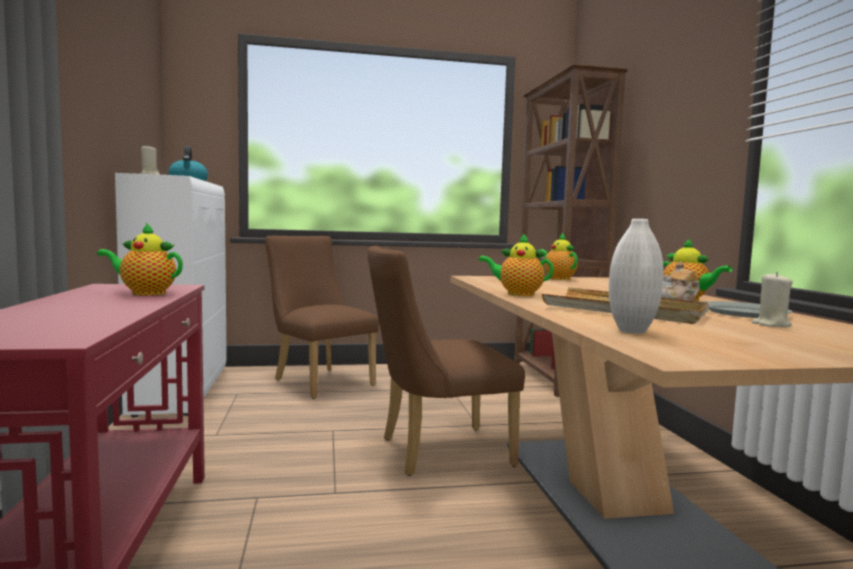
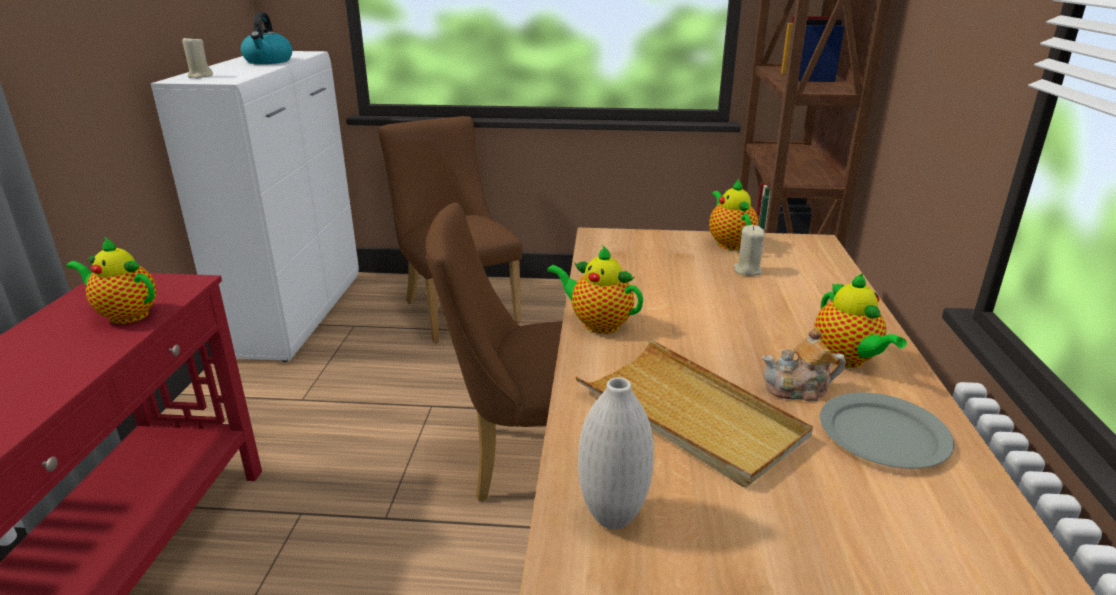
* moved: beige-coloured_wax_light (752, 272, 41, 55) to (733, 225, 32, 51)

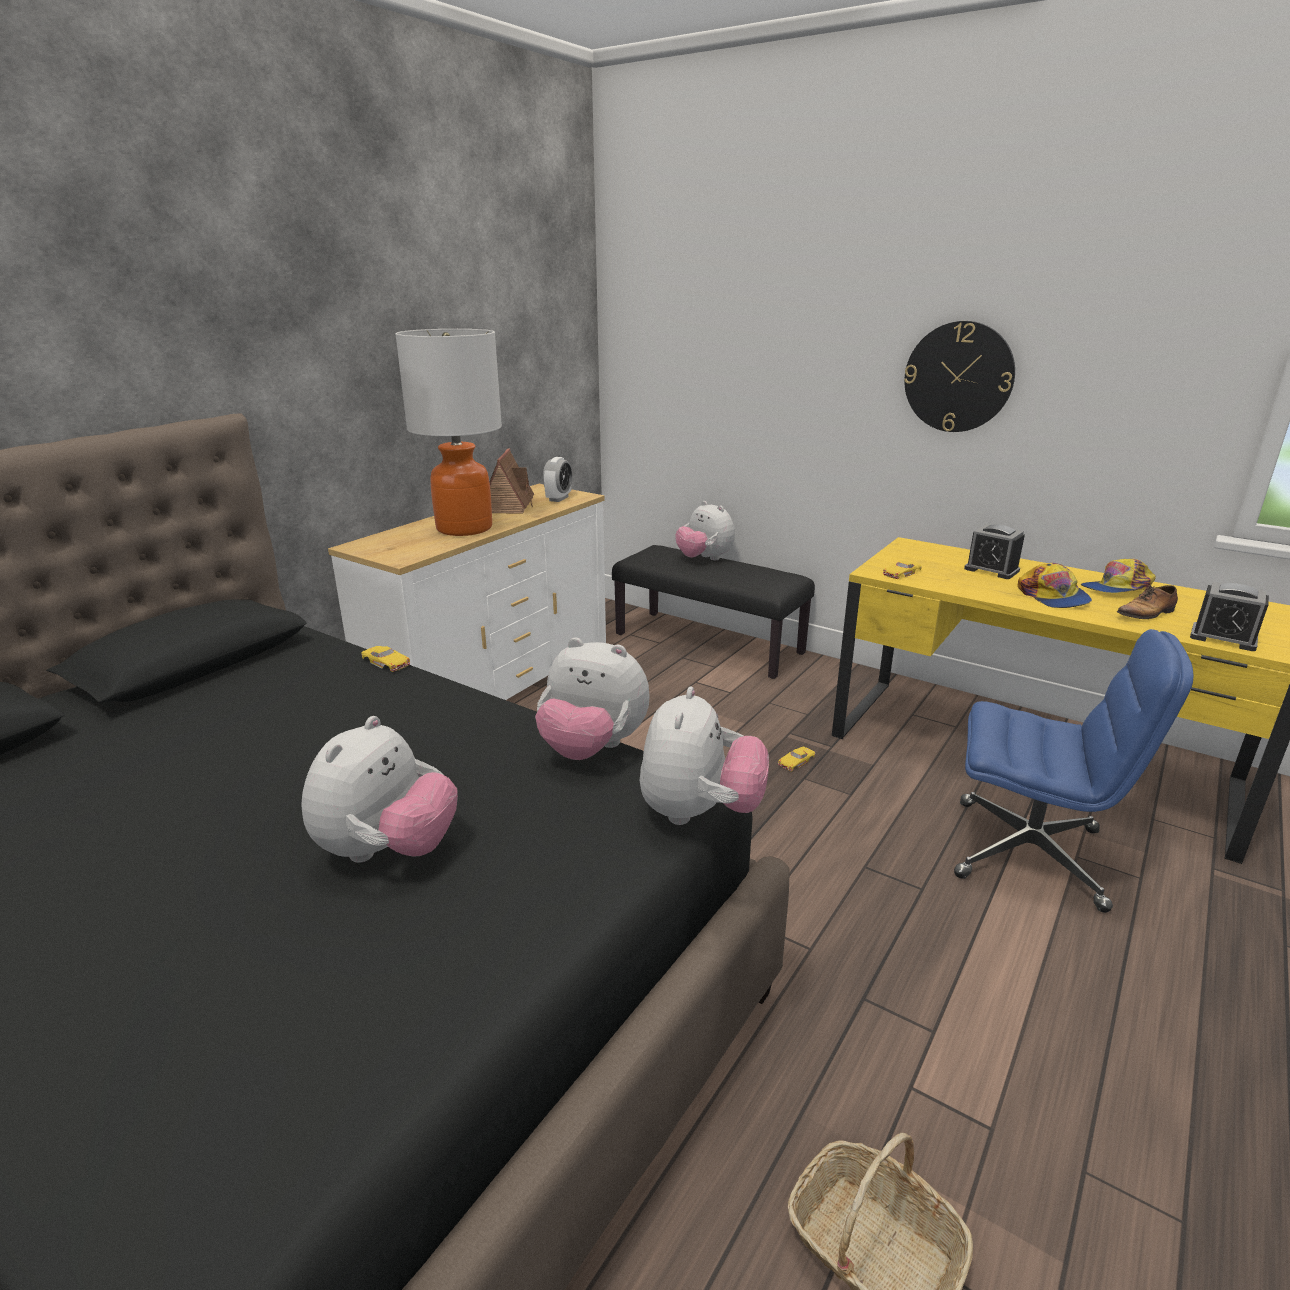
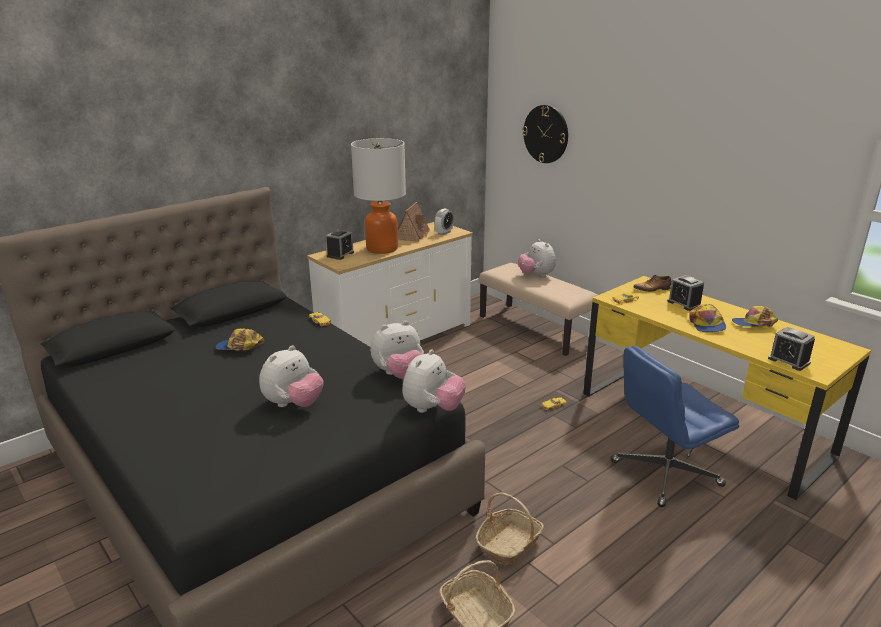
* added: cap (216, 329, 49, 22)
* added: bedside_clock (326, 230, 28, 30)
* added: storage_basket (476, 492, 68, 75)
* moved: hanging_clock (904, 321, 111, 111) to (522, 105, 46, 58)
* moved: item_of_footwear (1117, 585, 61, 34) to (633, 275, 38, 17)
* recoloured: black_indoor_bench (612, 545, 203, 134) to beige-coloured_indoor_bench (479, 263, 119, 93)
* turned: plush_toy (535, 637, 115, 123) = (370, 321, 54, 58) 60 degrees counterclockwise
* turned: blue_office_chair (954, 629, 239, 284) = (611, 346, 128, 161) 120 degrees clockwise

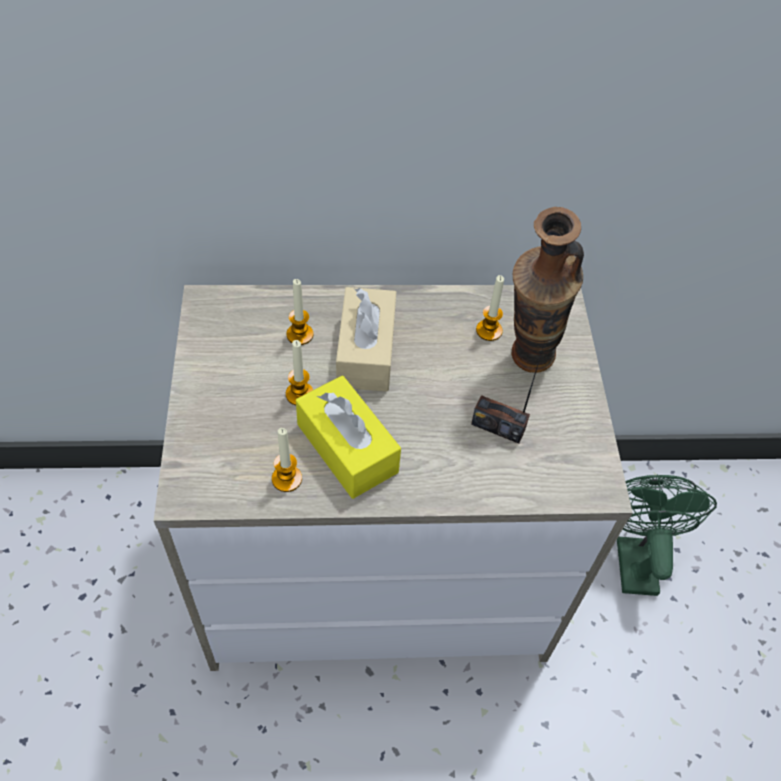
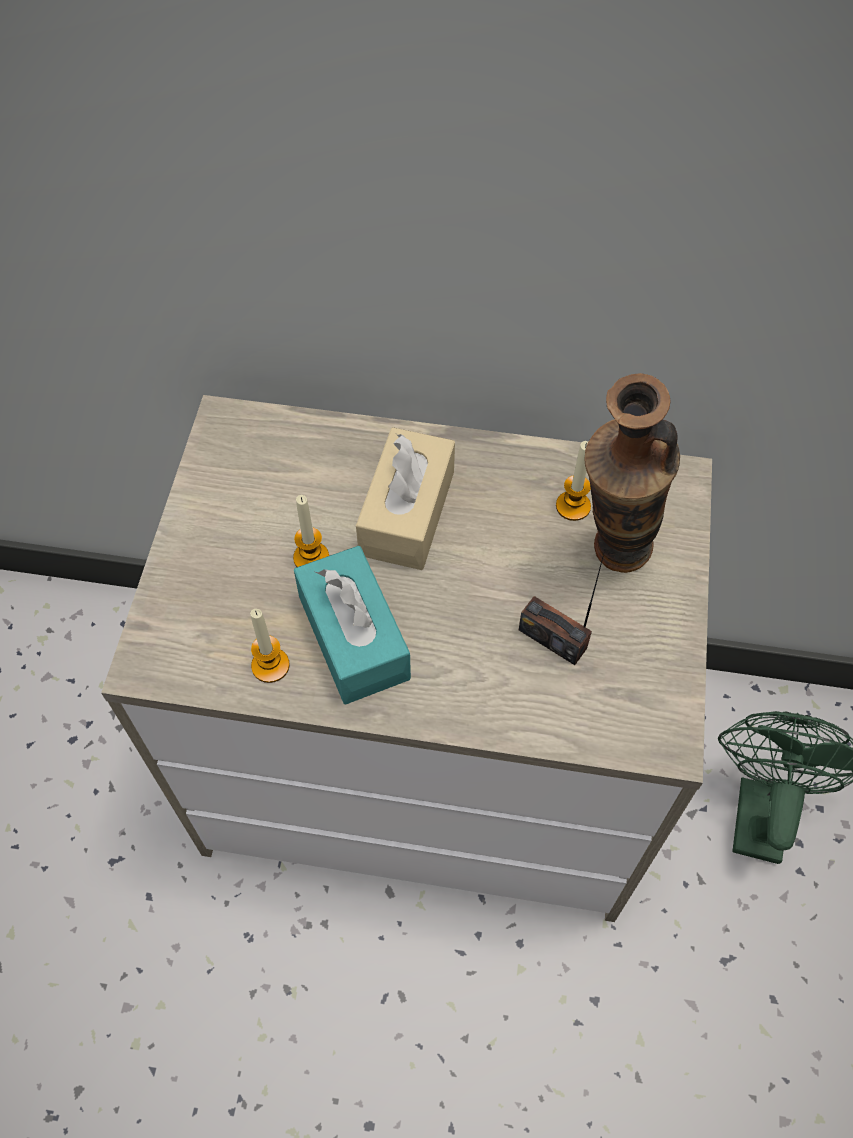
* removed: wax_light (286, 279, 28, 66)
* recoloured: yellowish_tissue_holder (296, 376, 105, 123) to blue-green_tissue_holder (294, 546, 117, 159)

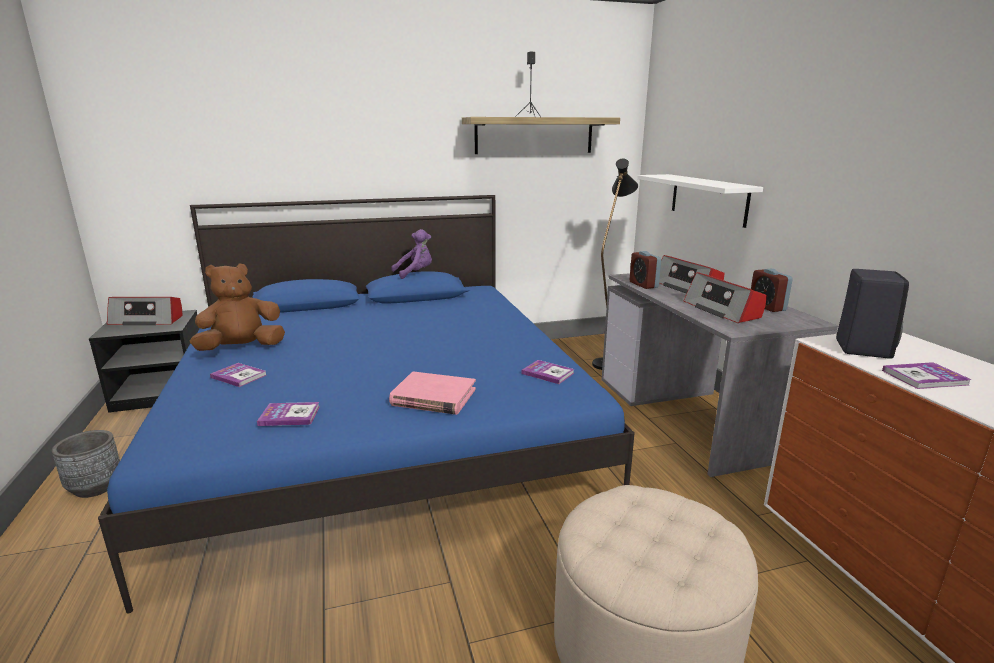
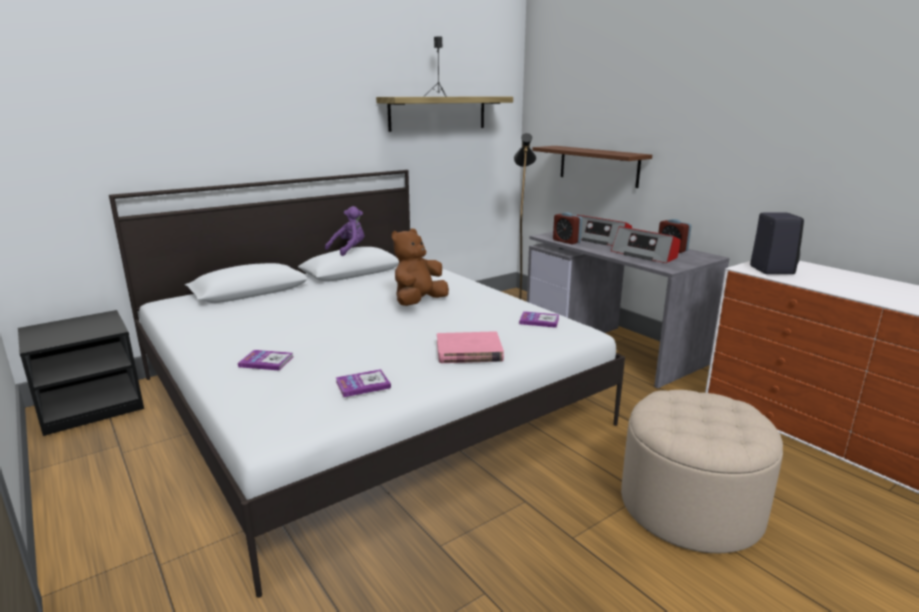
* removed: greyish_plant_pot (52, 430, 68, 68)
* removed: radio_receiver (107, 297, 76, 28)
* removed: volume (882, 362, 90, 27)
* moved: brown_plush_toy (190, 264, 95, 87) to (392, 229, 57, 77)
* recoloured: blue_sleeping_bed (98, 195, 537, 419) to whitish_sleeping_bed (109, 170, 516, 428)
* recoloured: whitish_wall_shelf (637, 174, 126, 54) to brown_wall_shelf (532, 146, 120, 42)

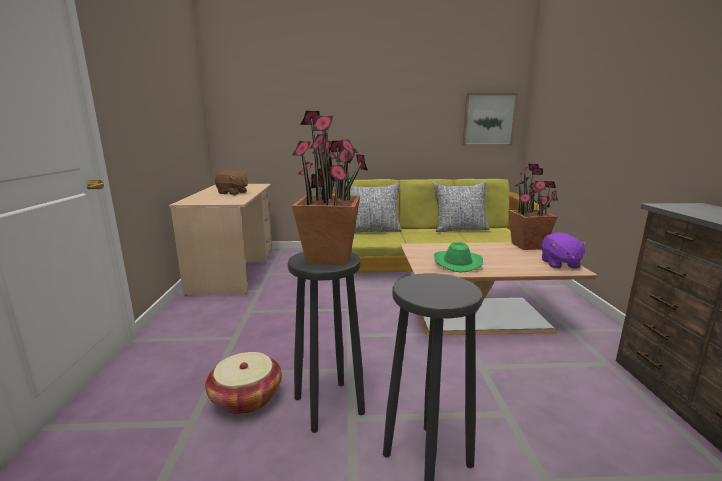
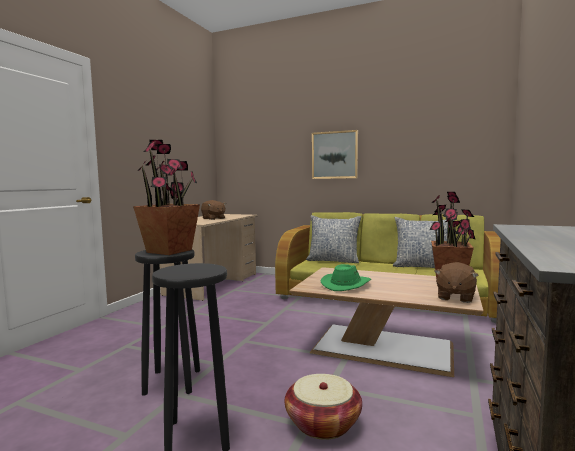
* moved: storage_basket (205, 352, 77, 62) to (285, 374, 77, 66)
* moved: picture (463, 93, 55, 52) to (312, 130, 46, 49)
* recoloured: purple-coloured_plush_toy (541, 232, 47, 37) to brown_plush_toy (434, 262, 45, 41)

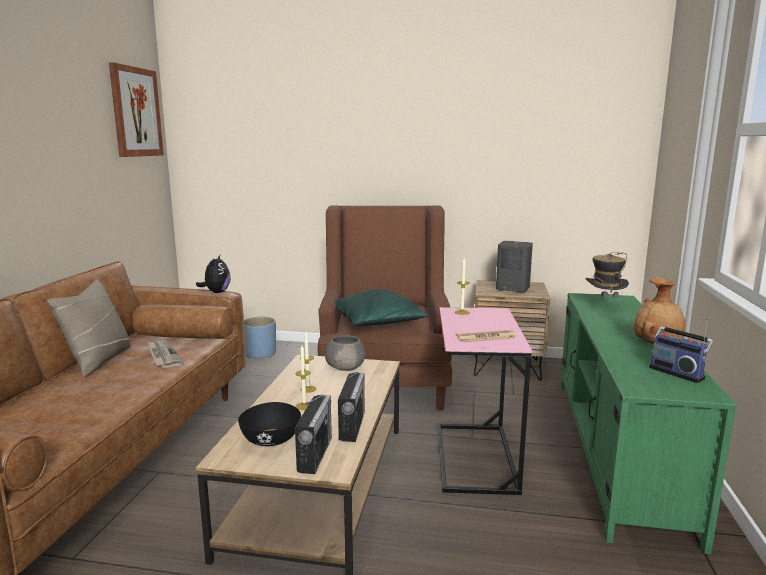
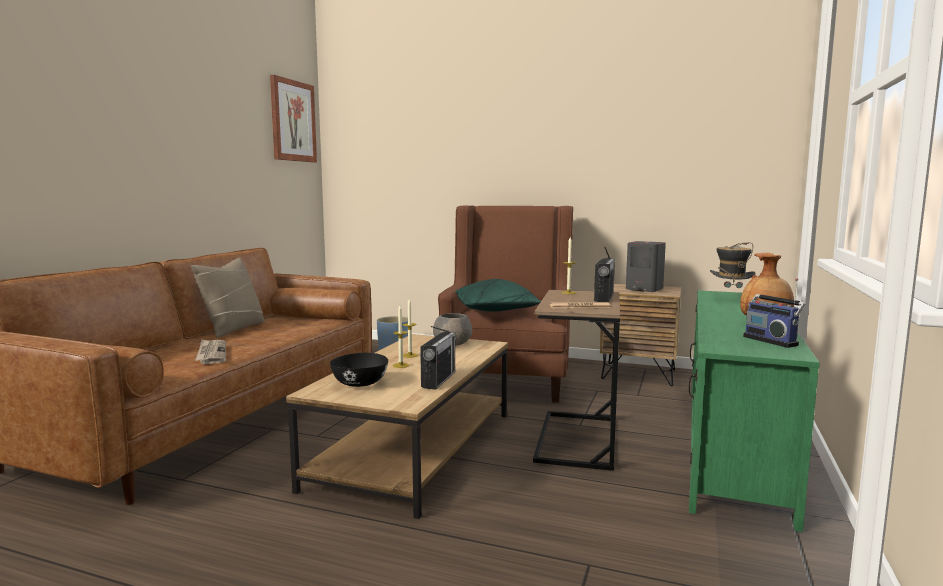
* removed: plush_toy (196, 255, 35, 38)
* moved: daily_paper (147, 341, 37, 27) to (195, 339, 31, 25)
* moved: radio_receiver (295, 394, 37, 80) to (594, 247, 21, 55)
* recoloured: pink-coloured_side_table (438, 307, 94, 188) to brown_side_table (533, 290, 87, 181)

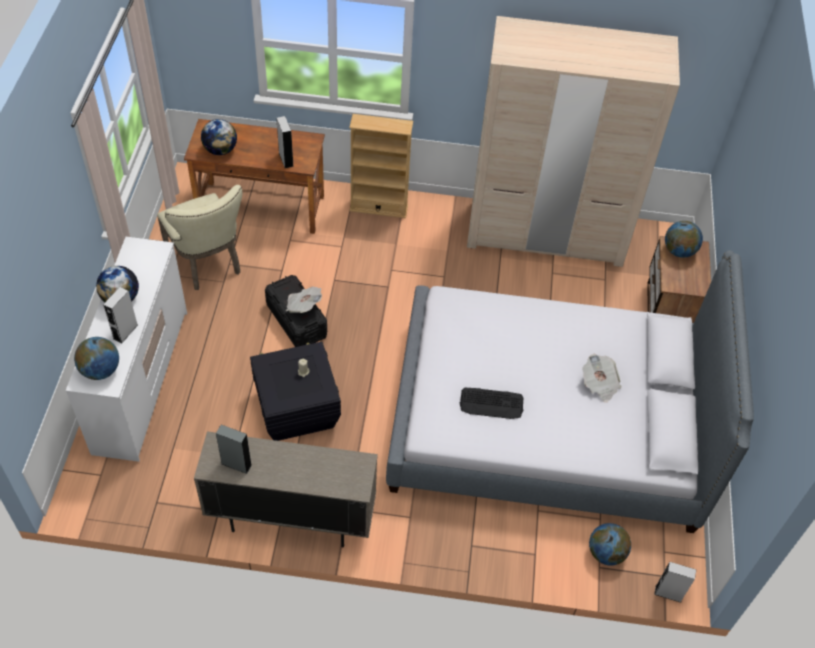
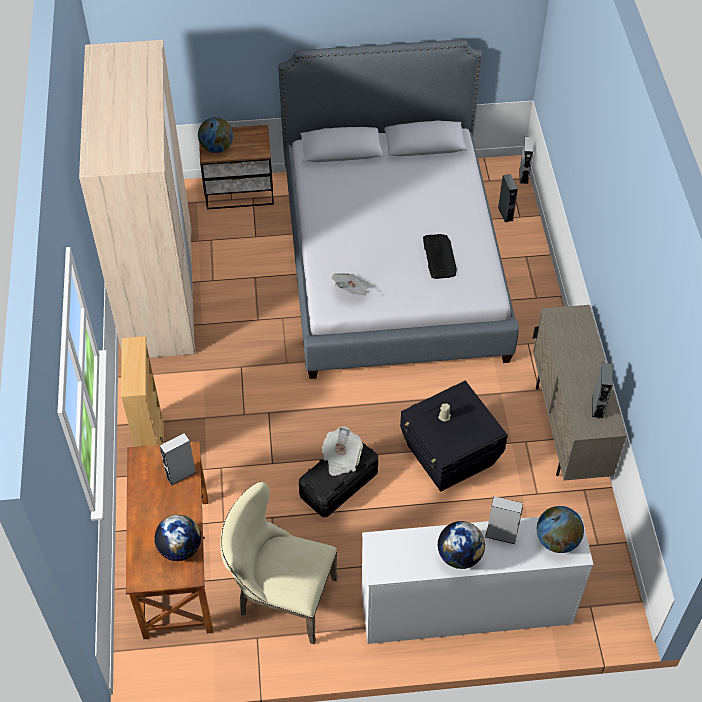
* moved: daily_paper (582, 354, 39, 48) to (332, 273, 41, 22)
* replaced: globe (589, 523, 42, 43) to greyish_audio_speaker (498, 174, 20, 49)
* turned: beige-coloured_plain_chair (157, 185, 85, 105) = (220, 481, 118, 163) 120 degrees counterclockwise

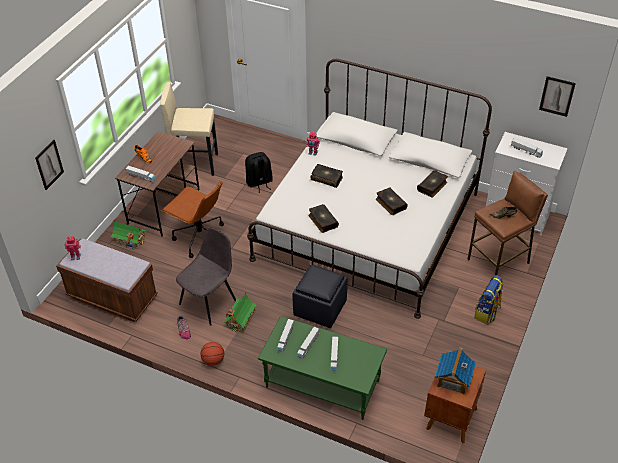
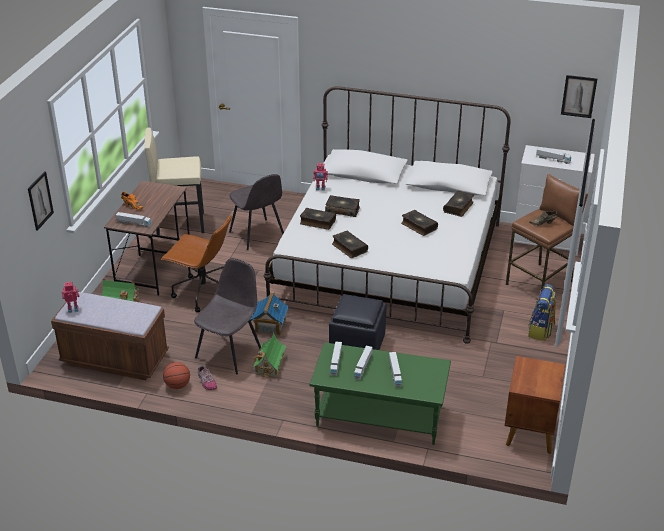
* added: volume (300, 208, 36, 22)
* moved: basketball (201, 342, 23, 24) to (163, 362, 27, 27)
* moved: model_house (435, 347, 41, 48) to (250, 292, 39, 43)
* replaced: black_rucksack (245, 152, 28, 41) to greyish_plain_chair (229, 174, 55, 76)

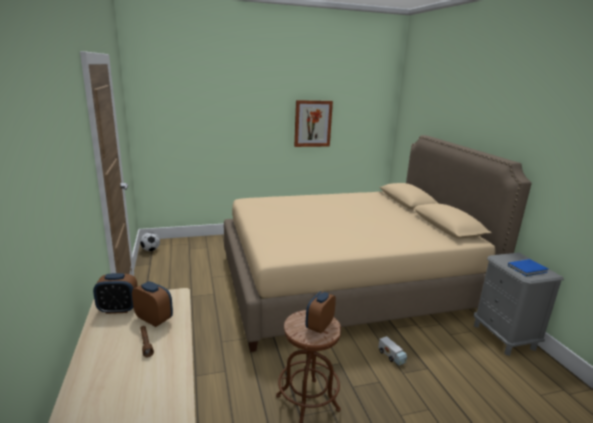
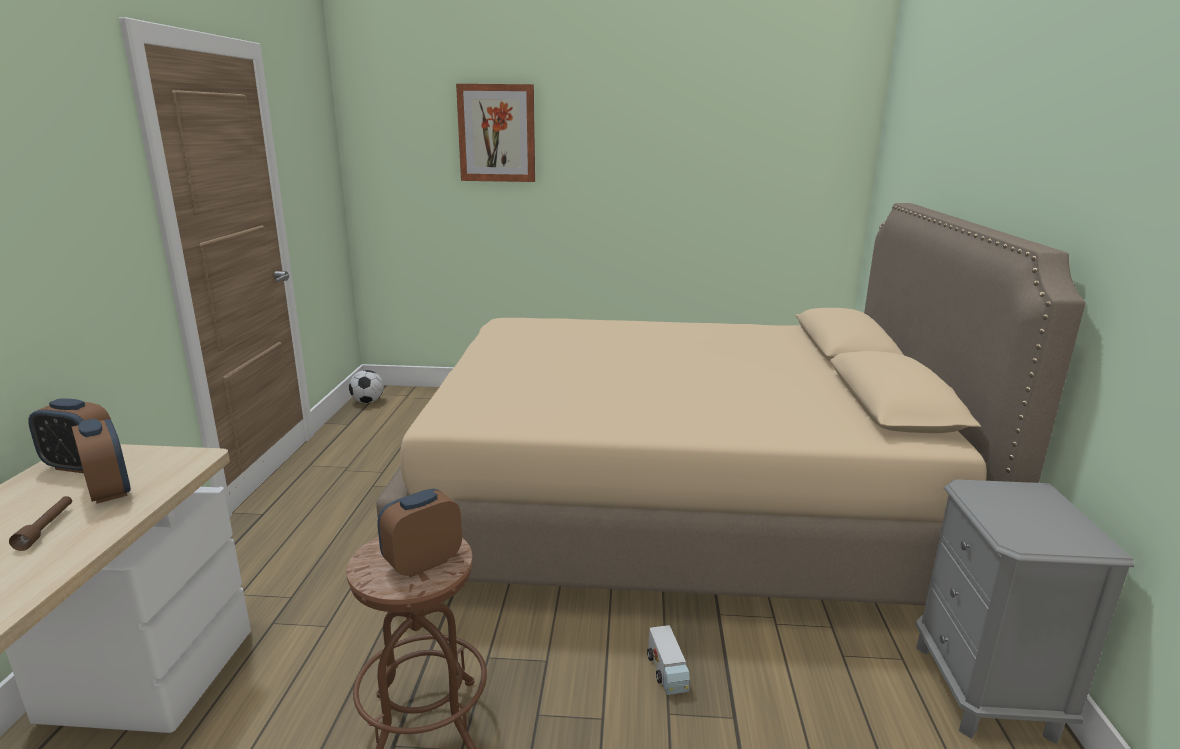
* removed: blue_volume (508, 259, 40, 17)
* moved: picture (294, 100, 39, 47) to (456, 84, 79, 98)

